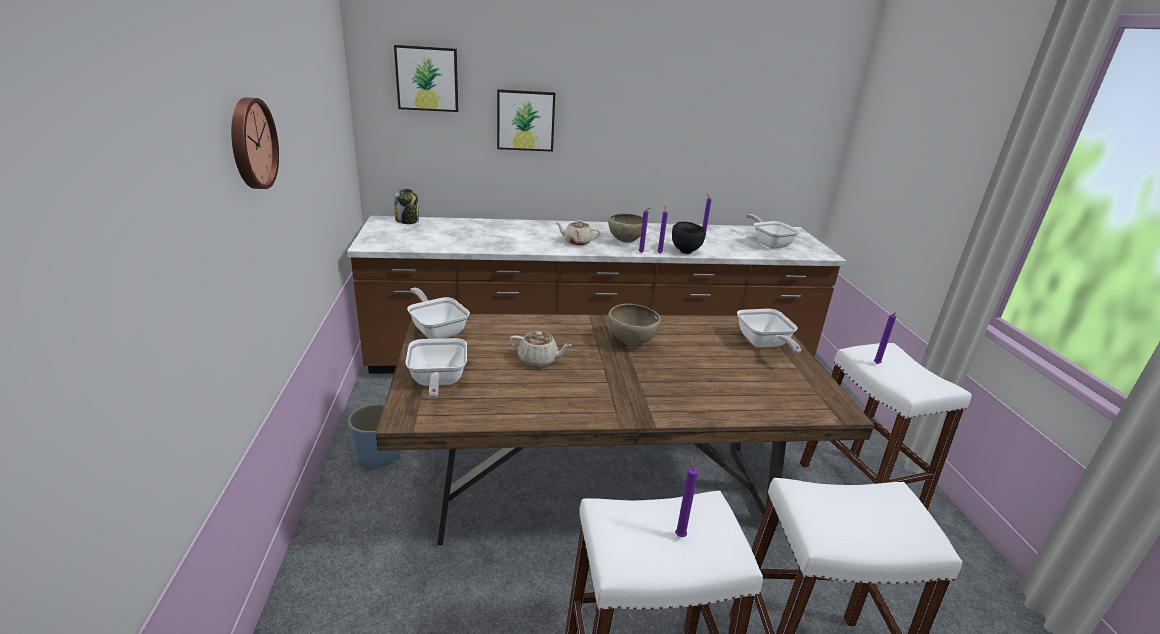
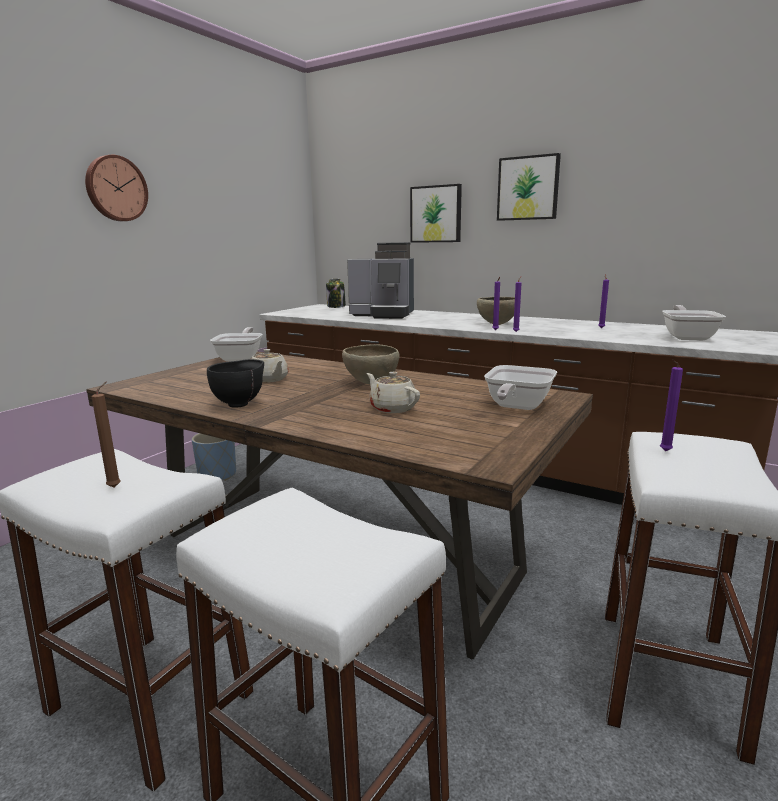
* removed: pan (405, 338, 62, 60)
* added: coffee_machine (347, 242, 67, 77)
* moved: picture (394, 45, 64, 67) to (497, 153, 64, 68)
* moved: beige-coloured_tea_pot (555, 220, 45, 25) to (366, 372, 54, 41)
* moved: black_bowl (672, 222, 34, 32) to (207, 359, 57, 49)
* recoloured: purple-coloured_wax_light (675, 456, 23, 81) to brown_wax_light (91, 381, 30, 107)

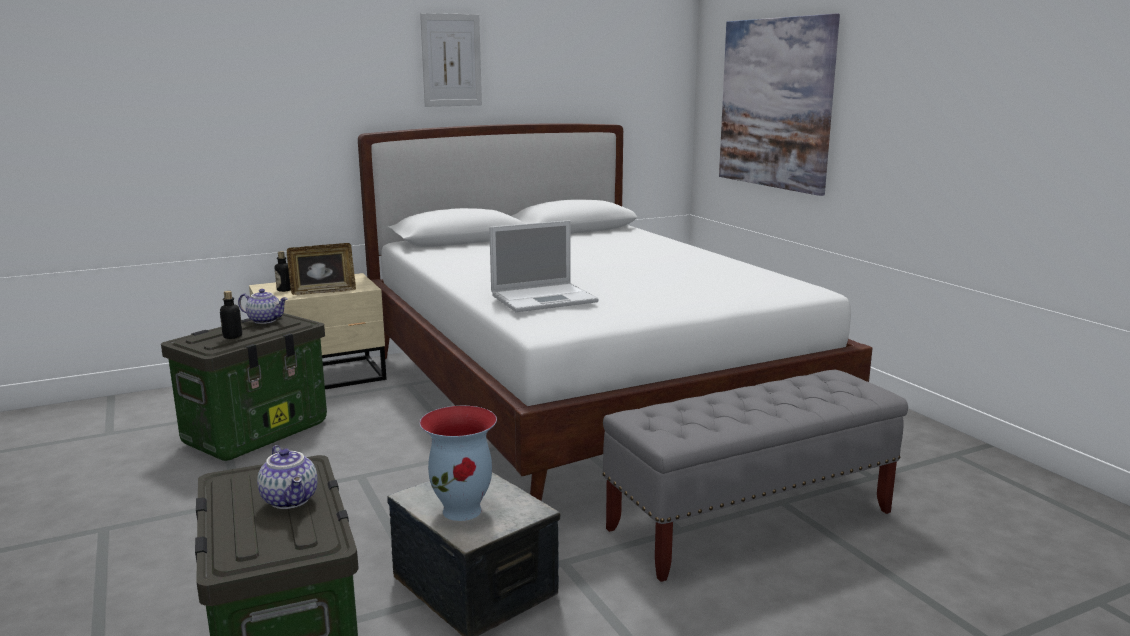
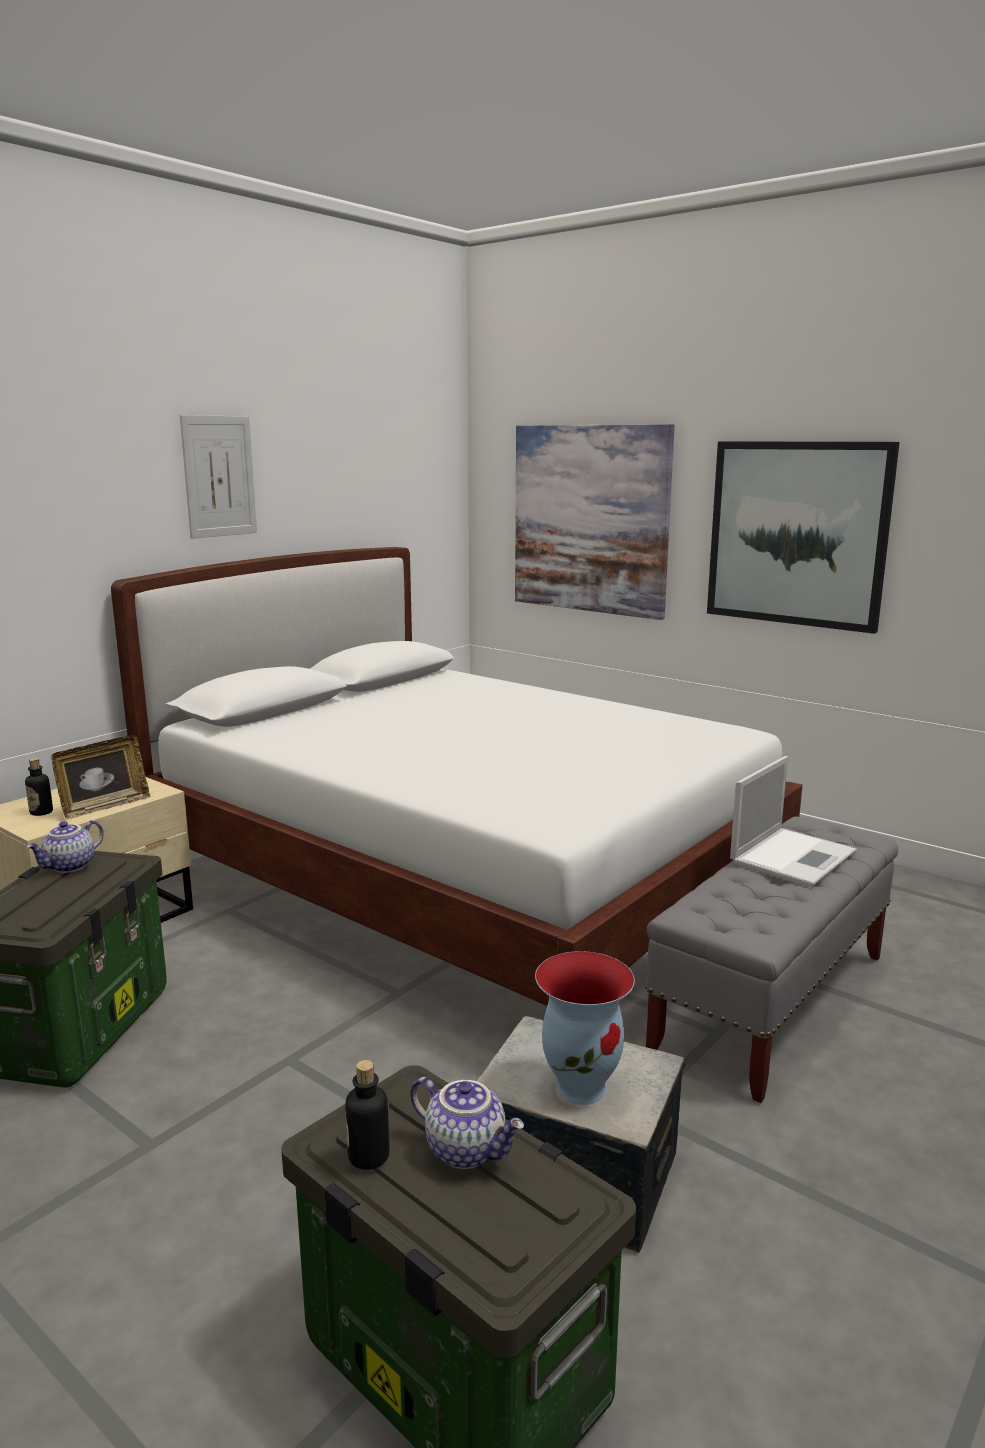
* added: picture (707, 441, 193, 193)
* moved: bottle (220, 291, 23, 48) to (345, 1060, 44, 110)
* moved: notebook_computer (489, 220, 110, 92) to (730, 756, 127, 132)
* turned: tea_pot (238, 289, 50, 35) = (26, 820, 78, 53) 135 degrees clockwise

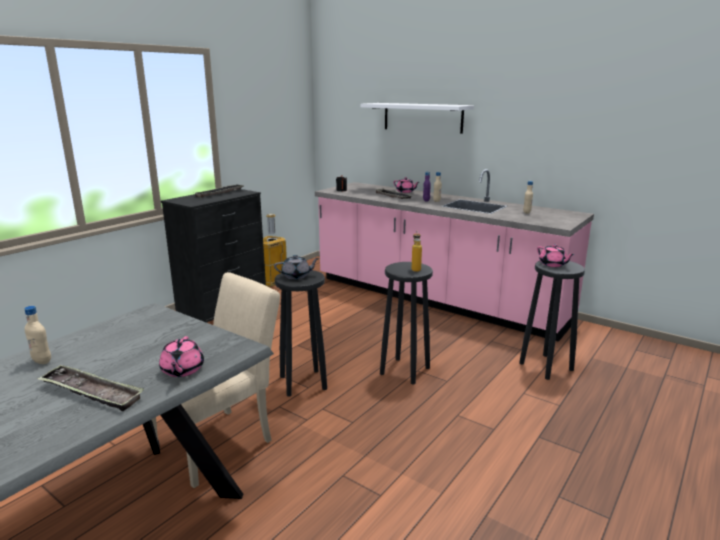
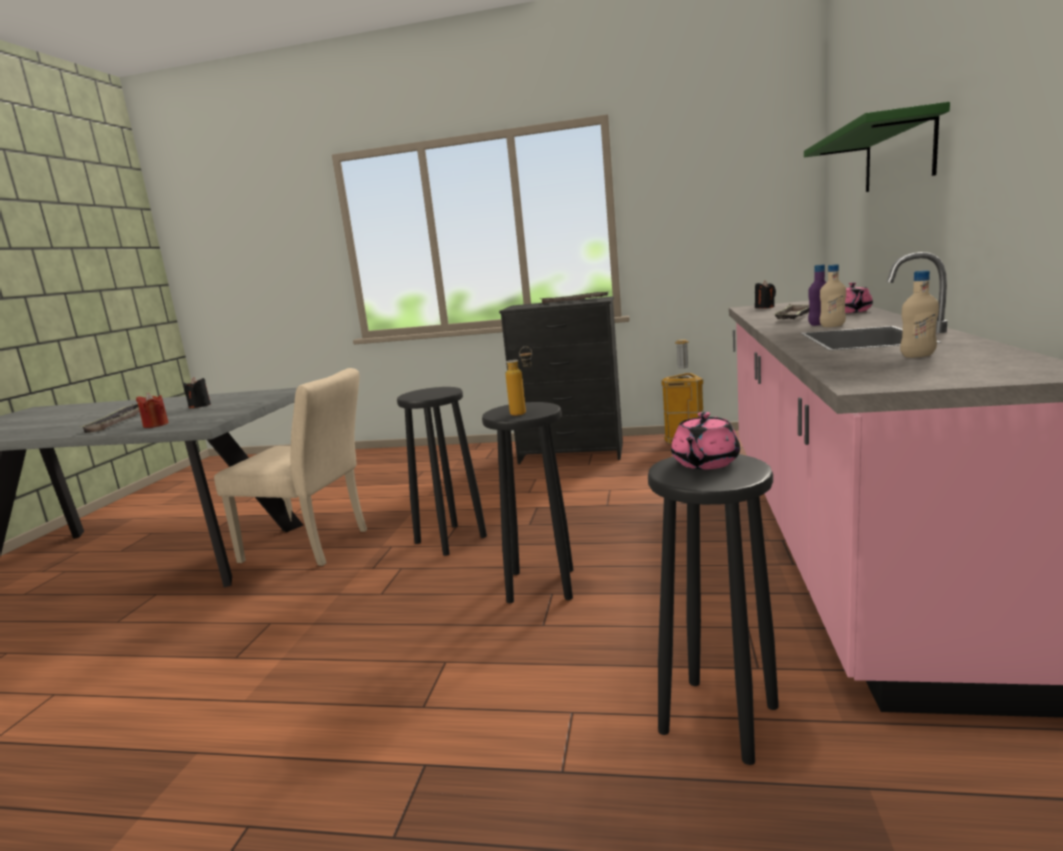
* removed: beige-coloured_bottle (25, 306, 26, 58)
* removed: greyish_tea_pot (274, 255, 45, 24)
* added: black_wax_light (183, 377, 28, 32)
* replaced: pink-coloured_tea_pot (159, 336, 45, 41) to red-coloured_wax_light (136, 393, 33, 35)
* recoloured: whitish_wall_shelf (361, 103, 113, 31) to green_wall_shelf (804, 102, 146, 90)

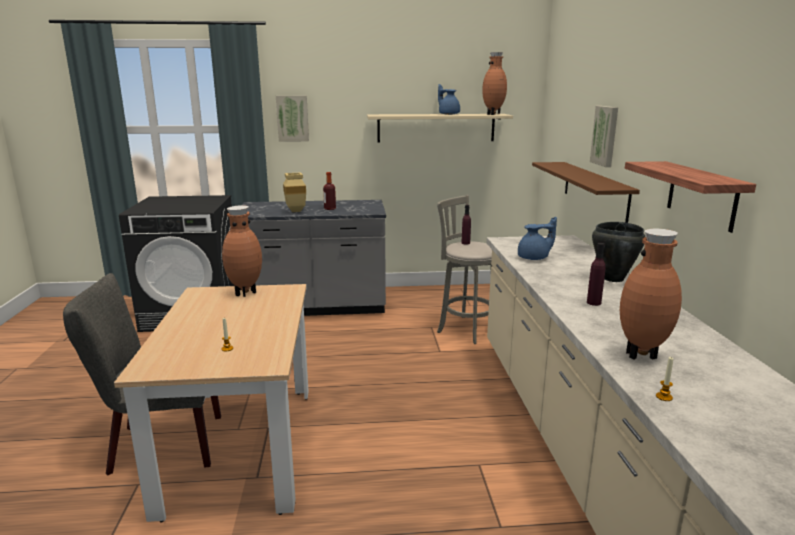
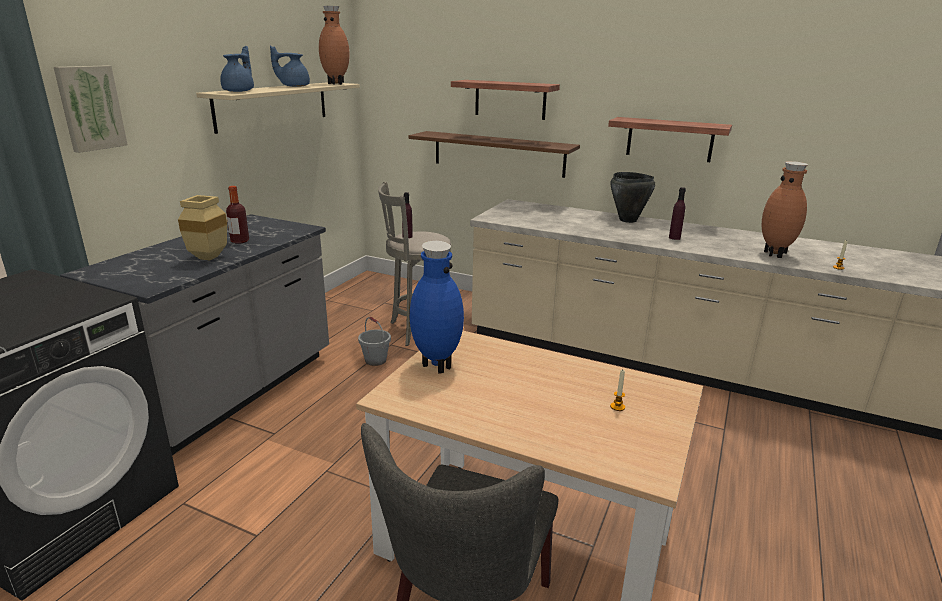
* added: greyish_bucket (358, 317, 33, 49)
* moved: blue_tea_pot (518, 217, 39, 43) to (220, 46, 34, 46)
* replaced: picture (590, 106, 28, 61) to wall_shelf (451, 80, 109, 40)
* recoloured: brown_flower_vase (222, 205, 40, 92) to blue_flower_vase (410, 241, 54, 133)

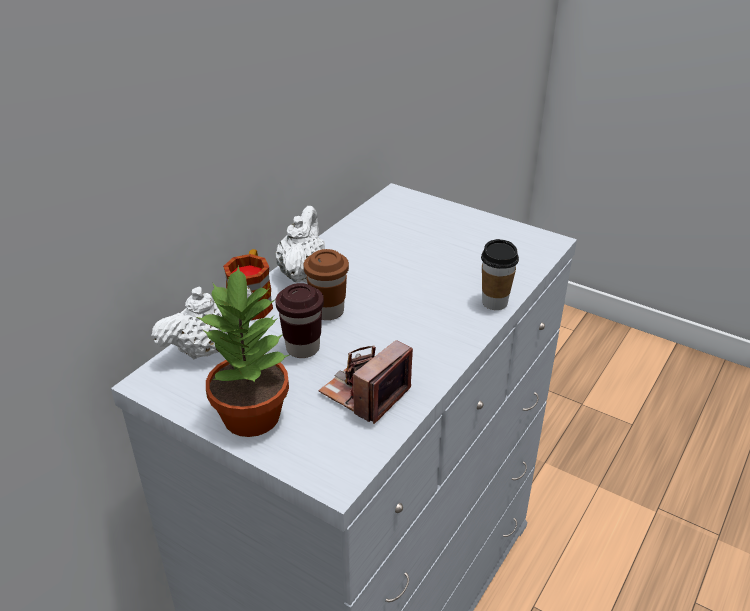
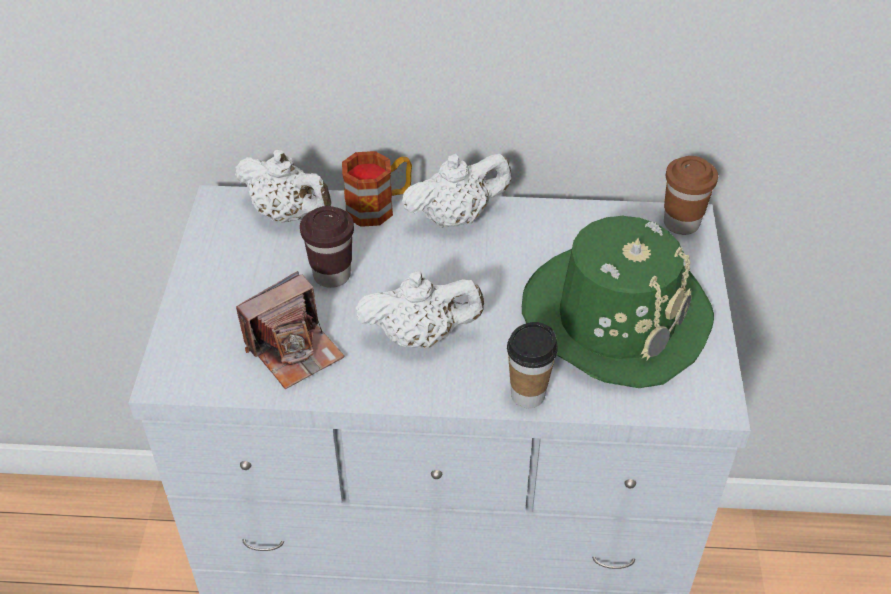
* removed: houseplant (197, 265, 92, 172)
* added: whitish_tea_pot (355, 271, 129, 78)
* added: green_wearable_hat (522, 216, 192, 172)
* moved: brown_drinking_cup (304, 249, 45, 71) to (664, 156, 54, 79)
* turned: still_camera (319, 340, 94, 84) = (236, 271, 108, 118) 135 degrees clockwise

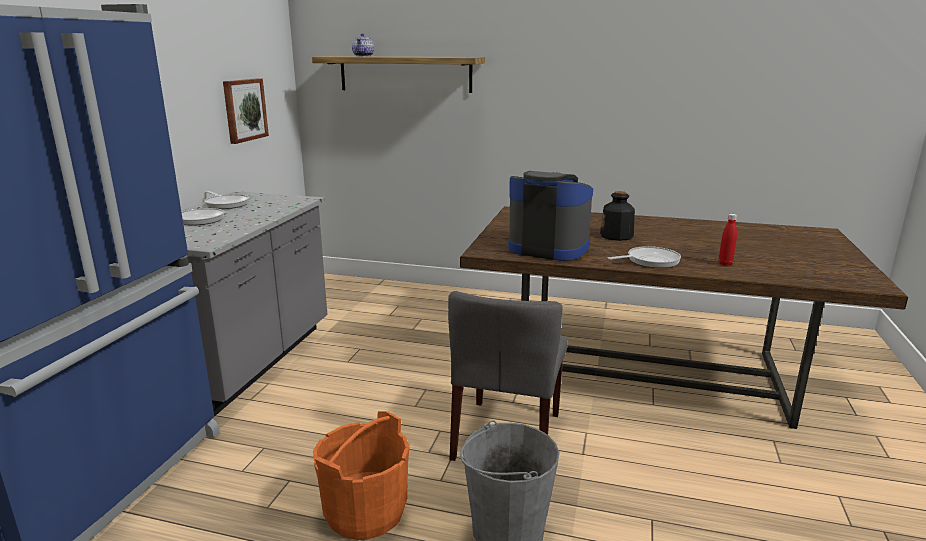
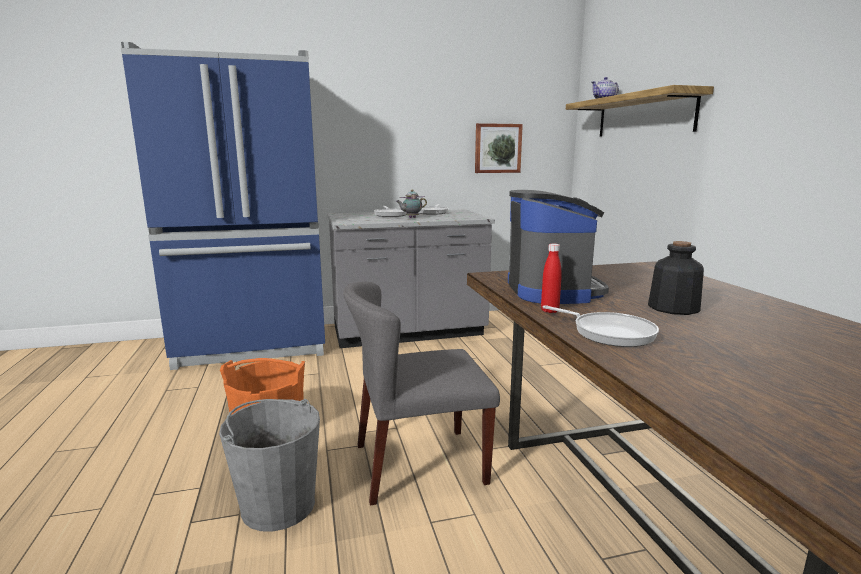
* added: tea_pot (396, 189, 31, 29)
* moved: red-coloured_bottle (718, 214, 19, 52) to (541, 244, 21, 69)

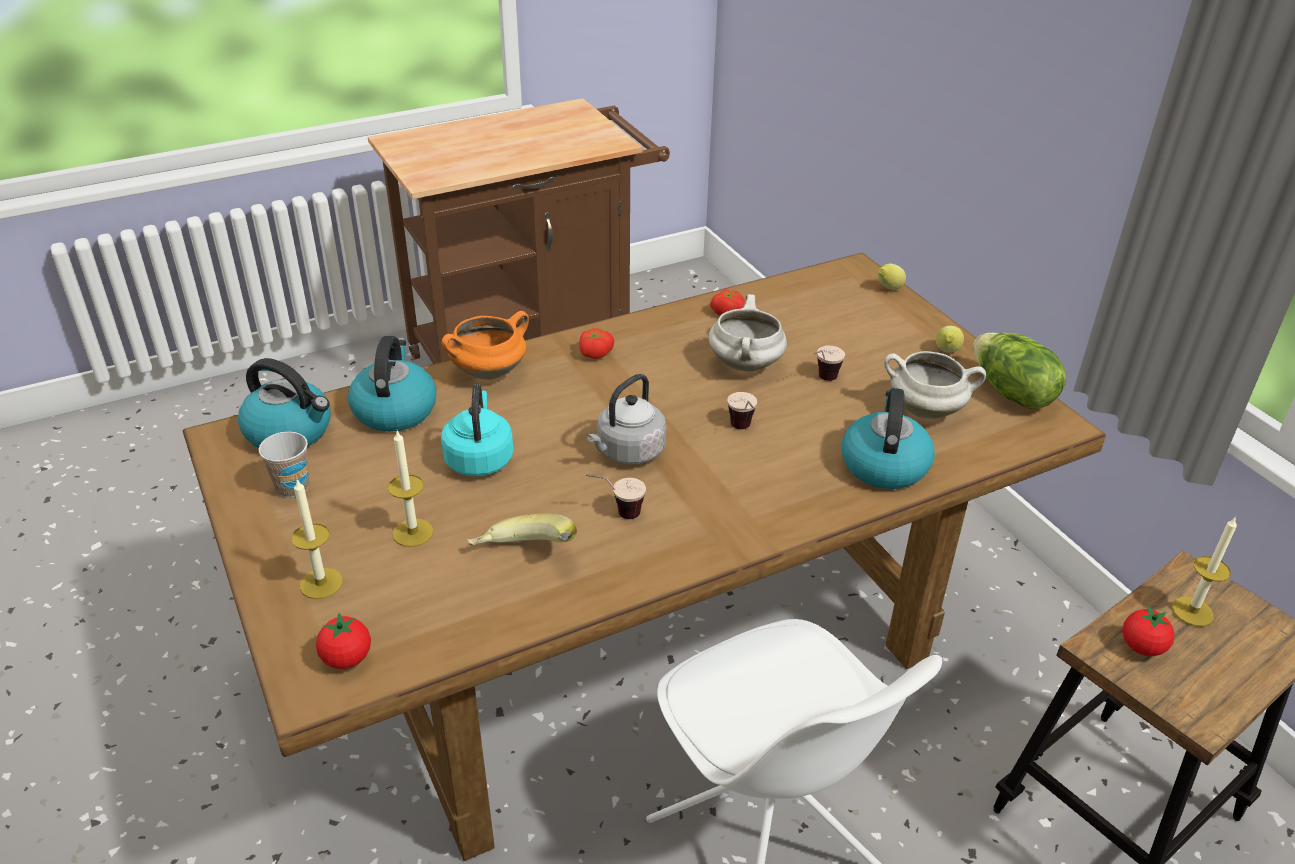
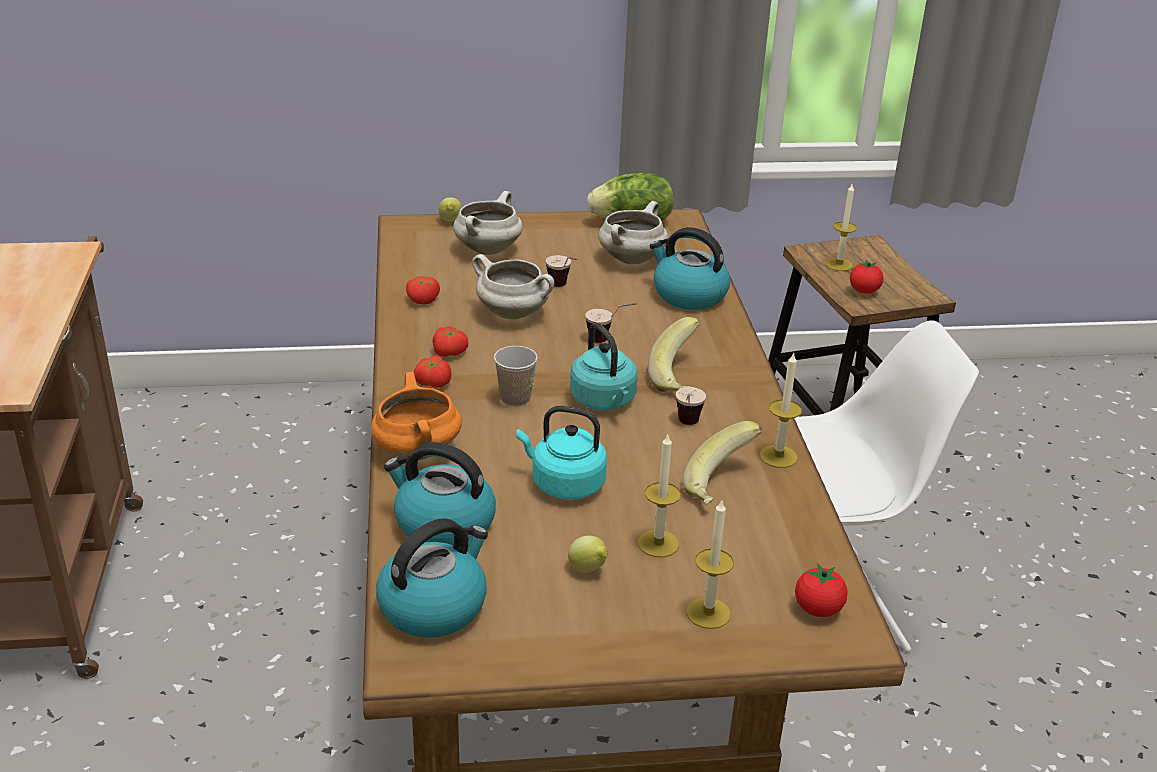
* added: tomato (433, 326, 35, 31)
* added: whitish_cooking_pot (453, 191, 70, 64)
* added: banana_fruit (648, 317, 52, 75)
* added: wax_light (760, 353, 42, 115)
* moved: drinking_cup (259, 432, 50, 65) to (494, 346, 44, 61)
* moved: lemon (936, 326, 28, 27) to (568, 536, 40, 37)
* recoloured: greyish_kettle (587, 374, 79, 90) to blue-green_kettle (570, 322, 68, 88)

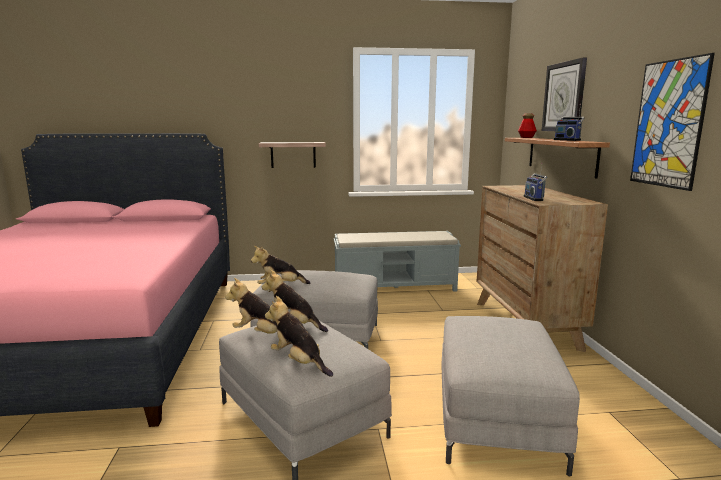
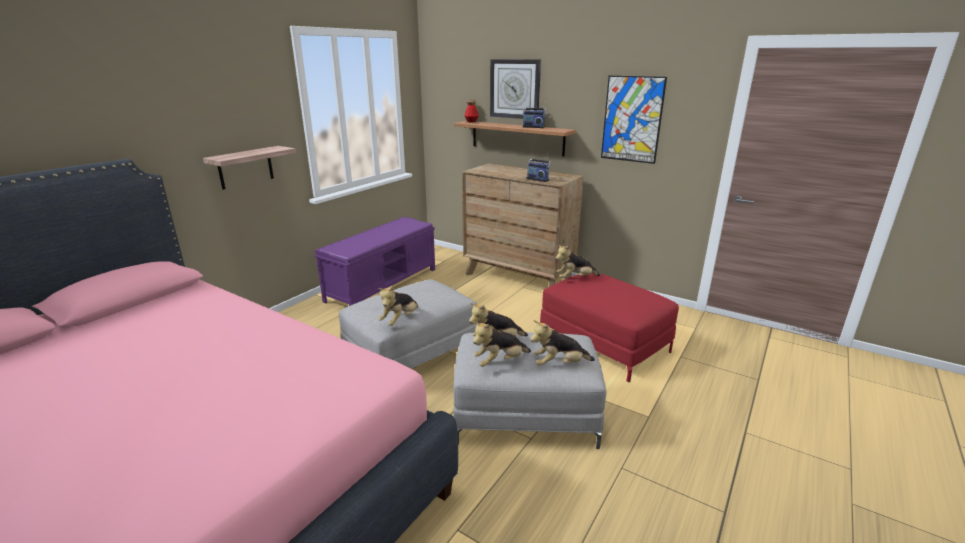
* added: plush_toy (556, 244, 44, 34)
* recoloured: greyish_indoor_bench (334, 231, 127, 61) to purple-coloured_indoor_bench (314, 217, 121, 89)
* recoloured: greyish_pouffe (441, 316, 139, 160) to red-coloured_pouffe (540, 273, 139, 109)

